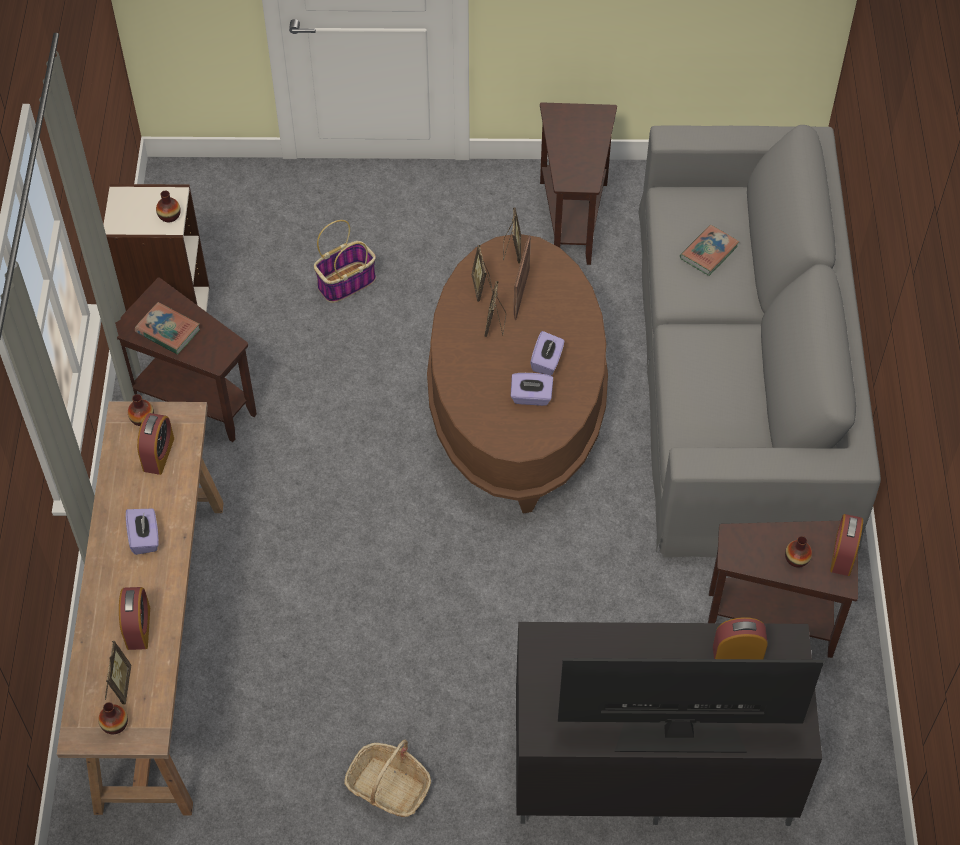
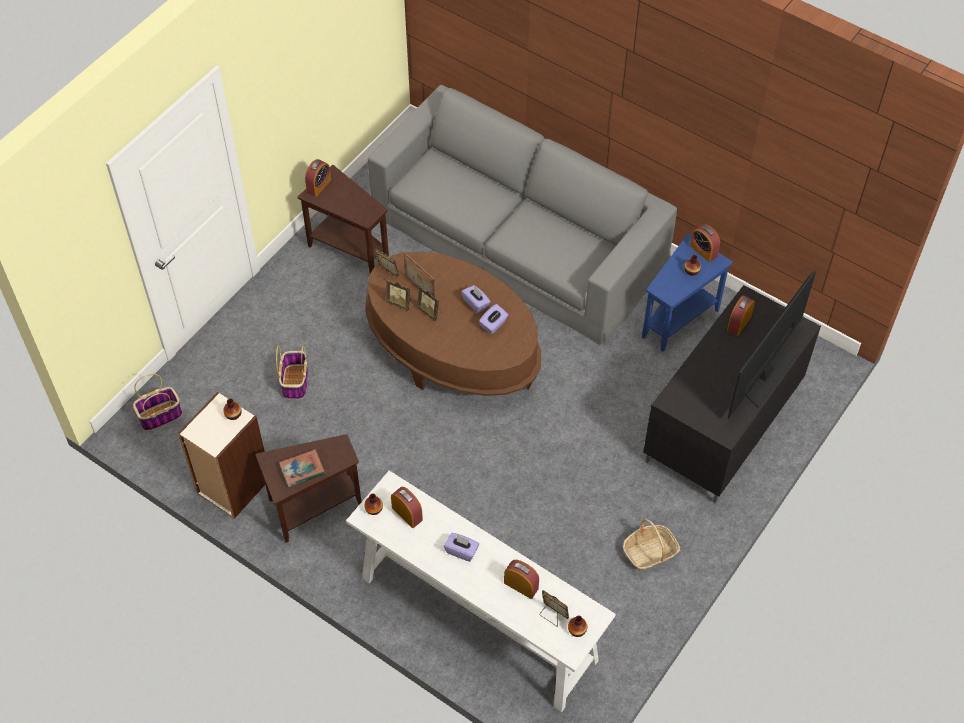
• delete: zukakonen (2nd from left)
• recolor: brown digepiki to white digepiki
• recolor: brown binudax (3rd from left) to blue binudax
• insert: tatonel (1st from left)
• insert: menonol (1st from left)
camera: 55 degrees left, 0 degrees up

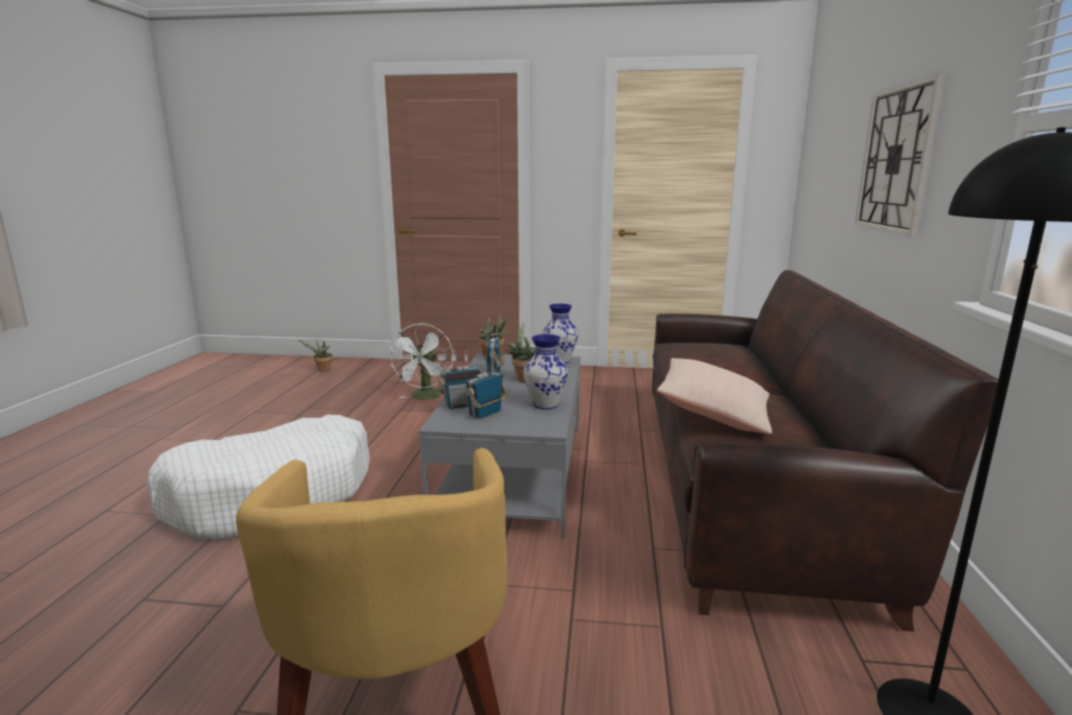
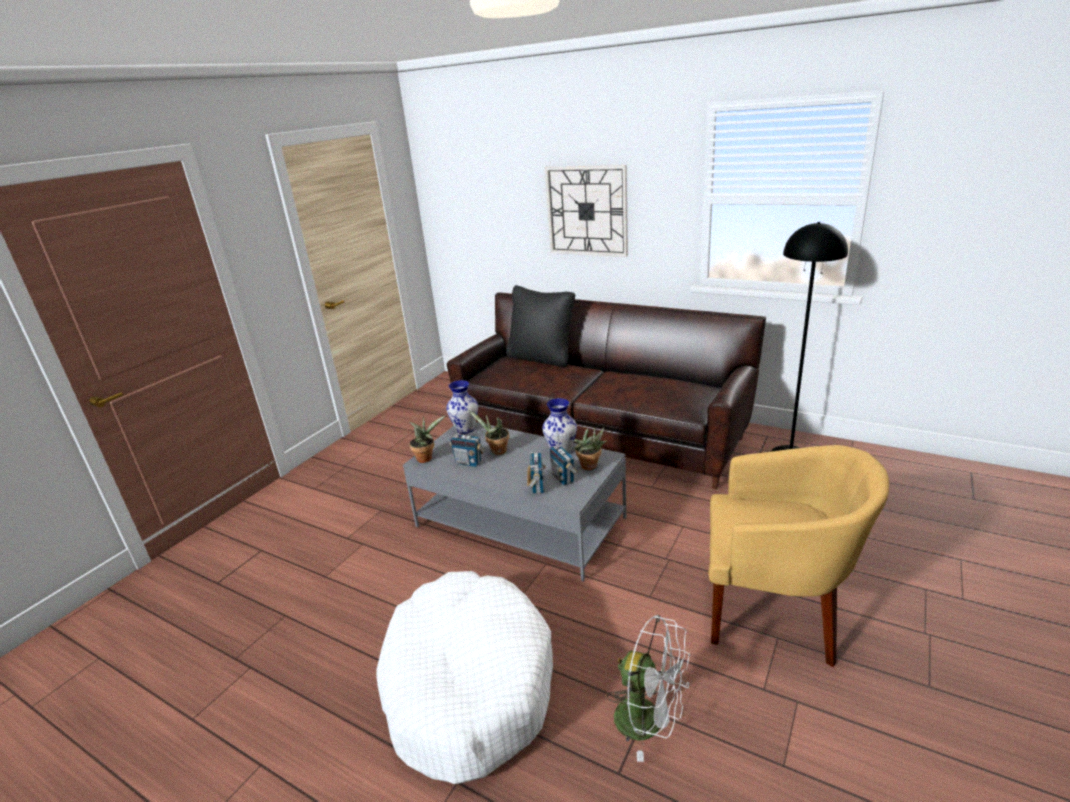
• move: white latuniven
• move: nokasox (1st from left in the first image) to nokasox (3rd from left)
• delete: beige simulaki
• insert: black simulaki
camera: 65 degrees left, 10 degrees up

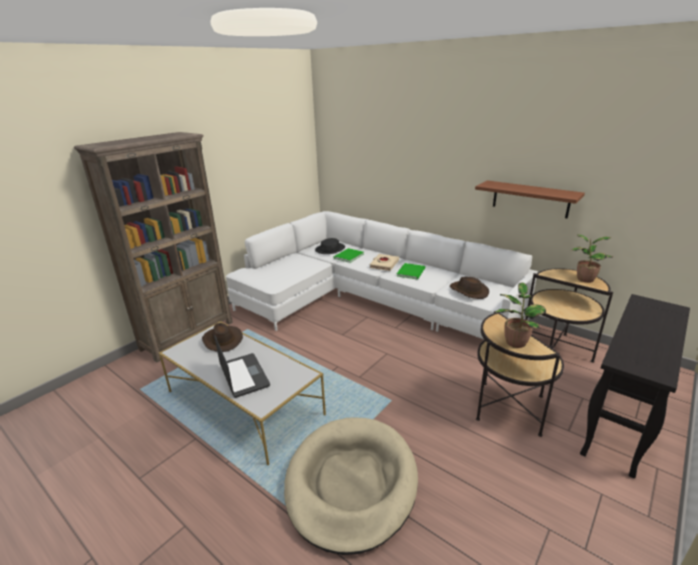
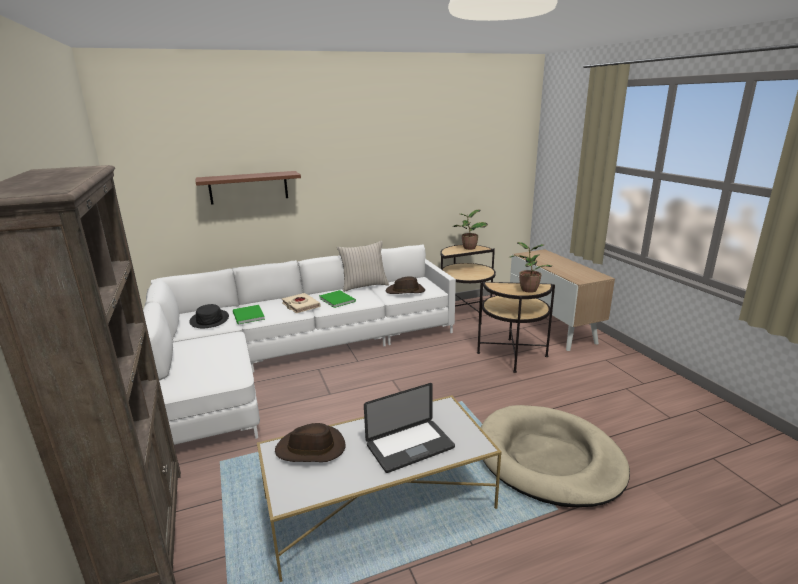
• move: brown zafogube
• replace: black digepiki to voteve
• rotate: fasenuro 150 degrees clockwise
• insert: beige simulaki
camera: 60 degrees left, 5 degrees down

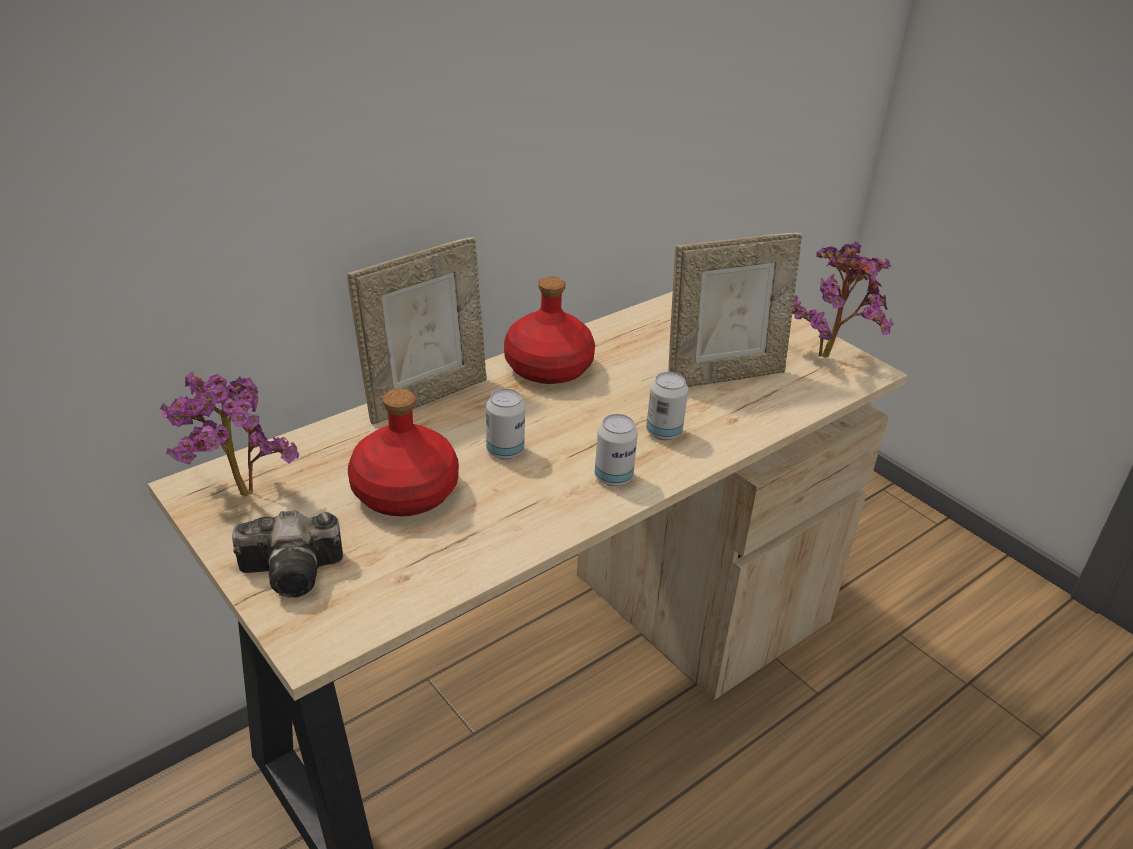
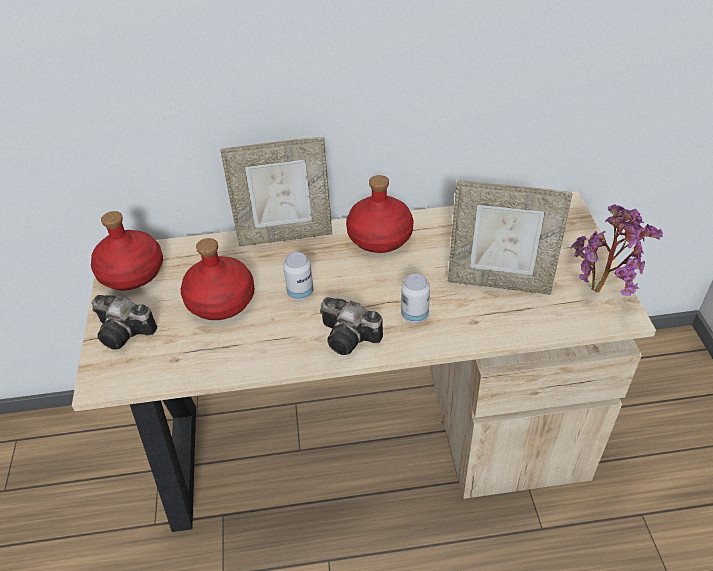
• replace: nokasox (1st from left) to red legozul (1st from left)
• replace: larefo (2nd from left) to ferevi (2nd from left)
camera: 35 degrees right, 10 degrees up

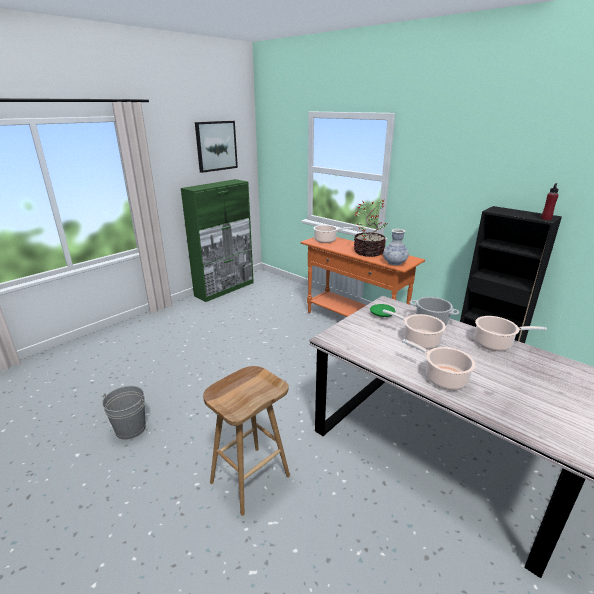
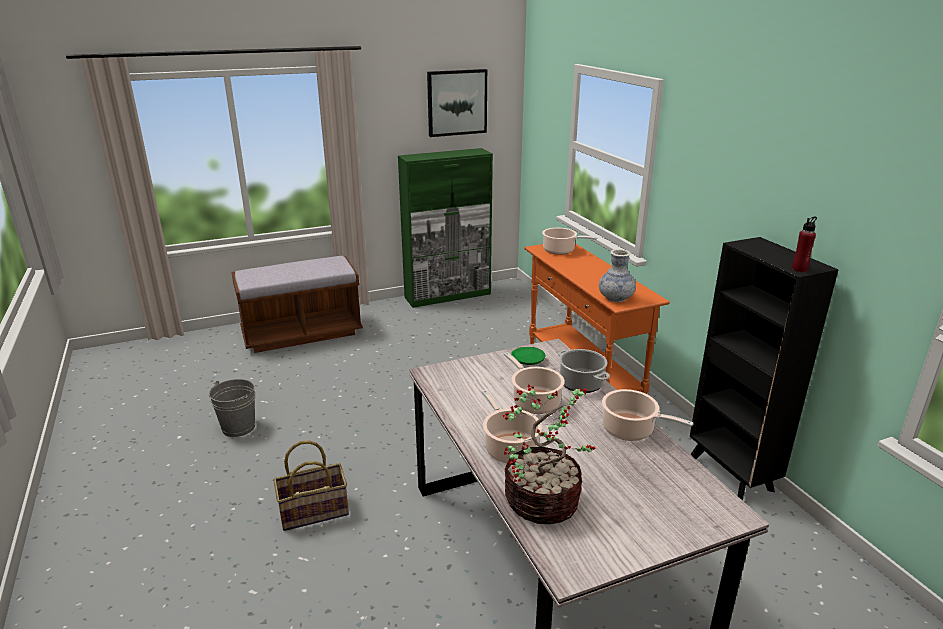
• move: nokasox
• replace: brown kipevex to menonol
• insert: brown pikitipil
camera: 25 degrees right, 0 degrees up

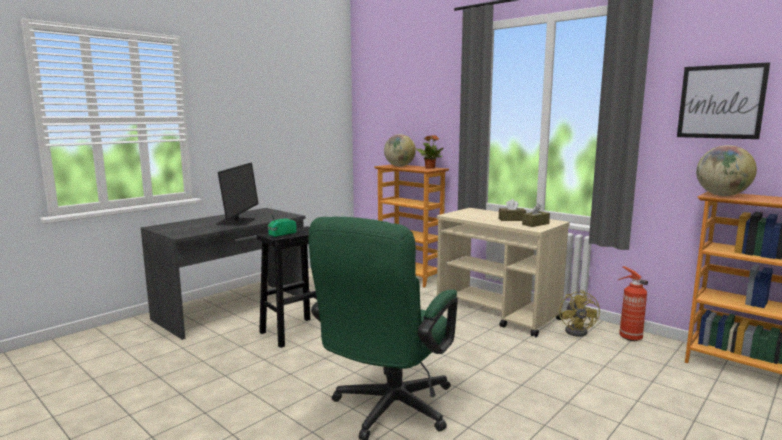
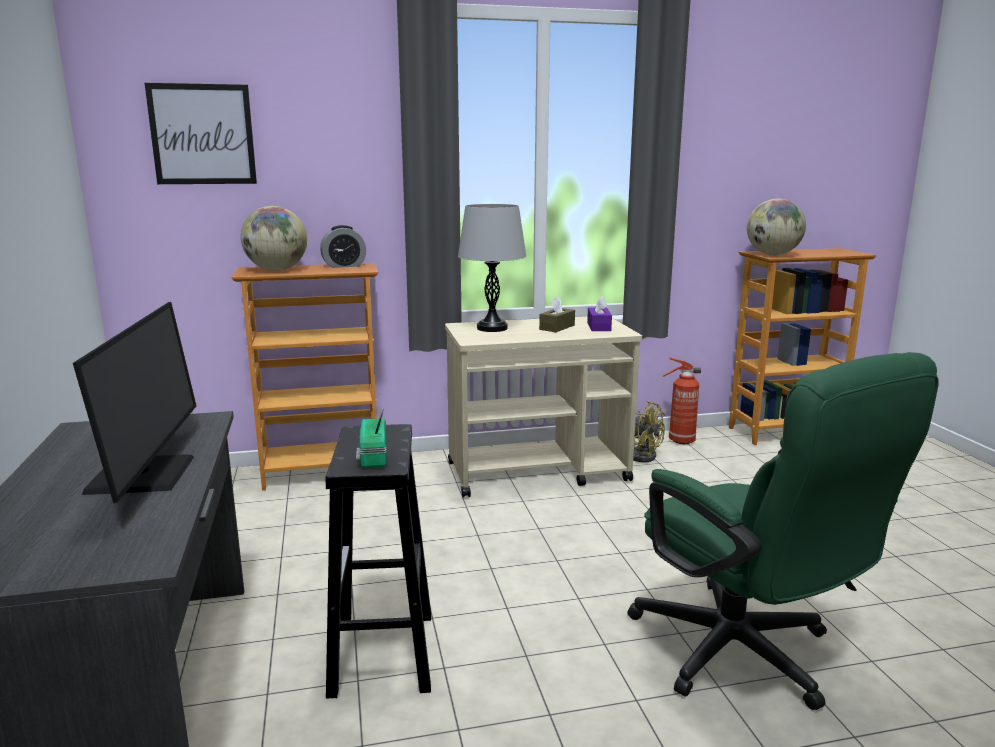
• move: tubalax
• replace: nokasox to tatonel
• rotate: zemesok 45 degrees clockwise
• recolor: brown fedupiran (2nd from left) to purple fedupiran
• insert: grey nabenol
camera: 55 degrees left, 5 degrees up

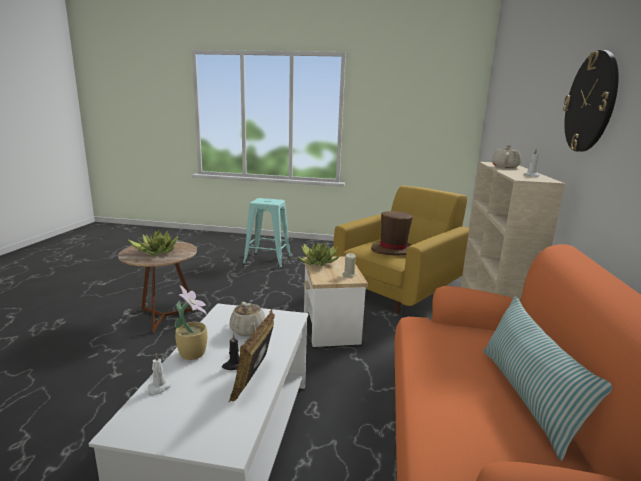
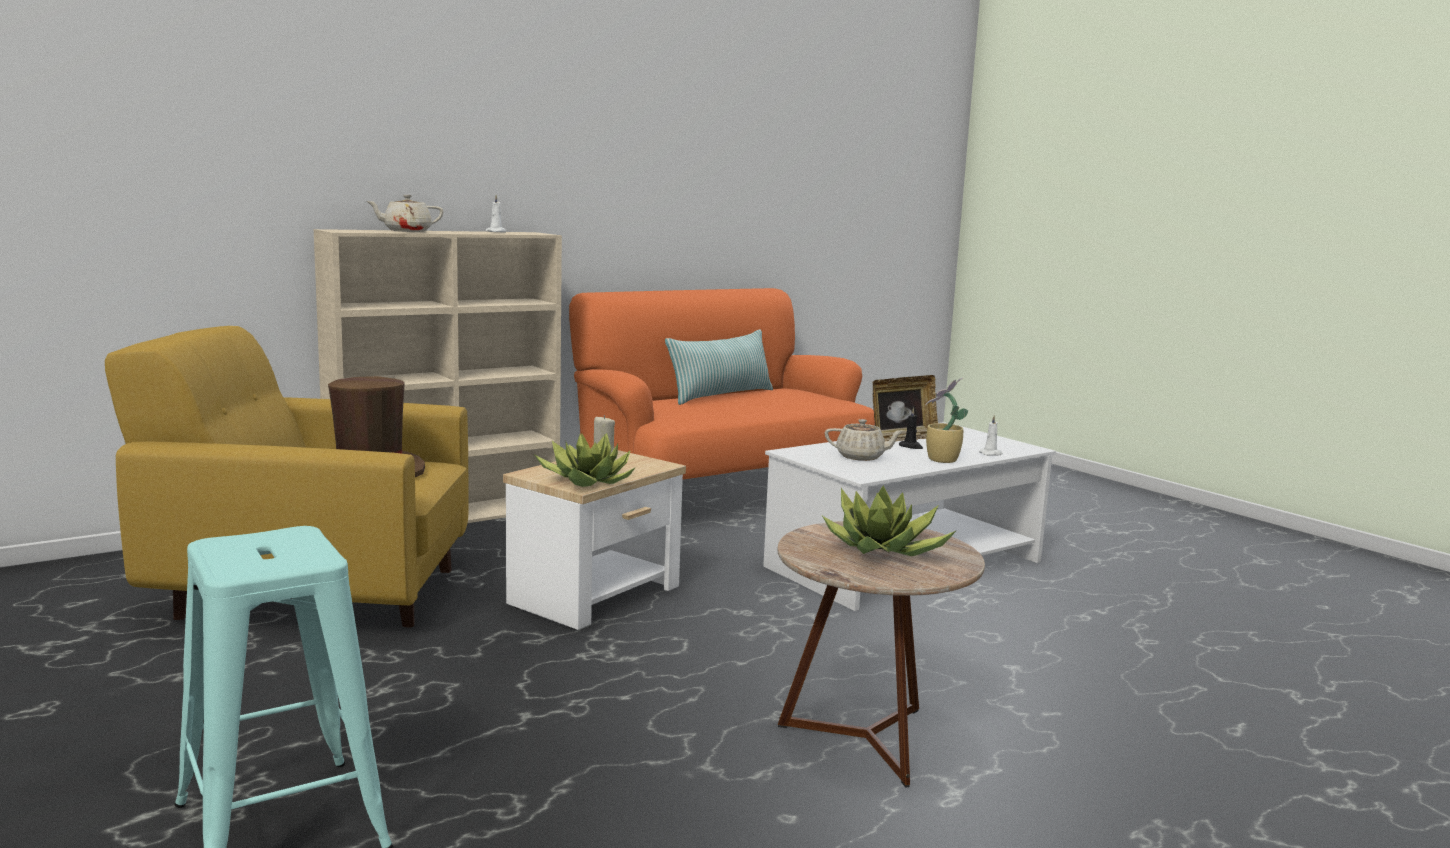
• delete: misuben
• rotate: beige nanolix (1st from left in the first image) 75 degrees clockwise
camera: 135 degrees left, 5 degrees down

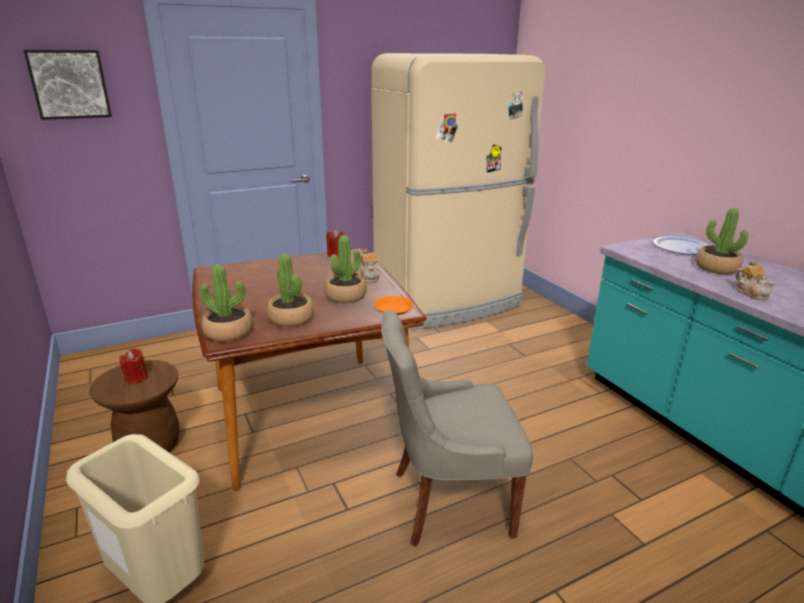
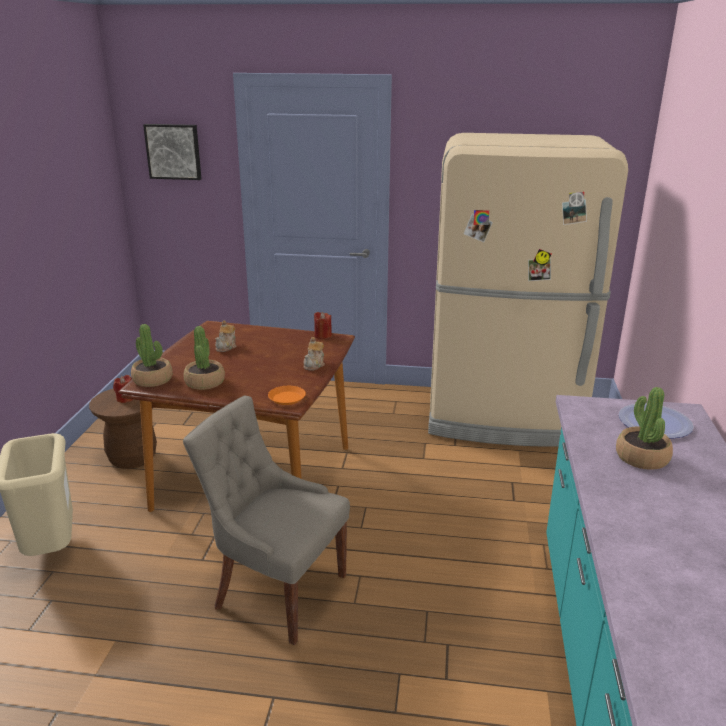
• delete: nokasox (3rd from left)
• move: nanolix (2nd from left in the first image) to nanolix (1st from left)
camera: 35 degrees right, 0 degrees up

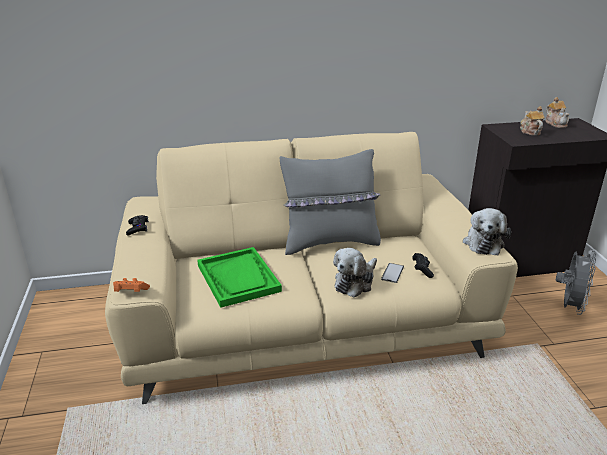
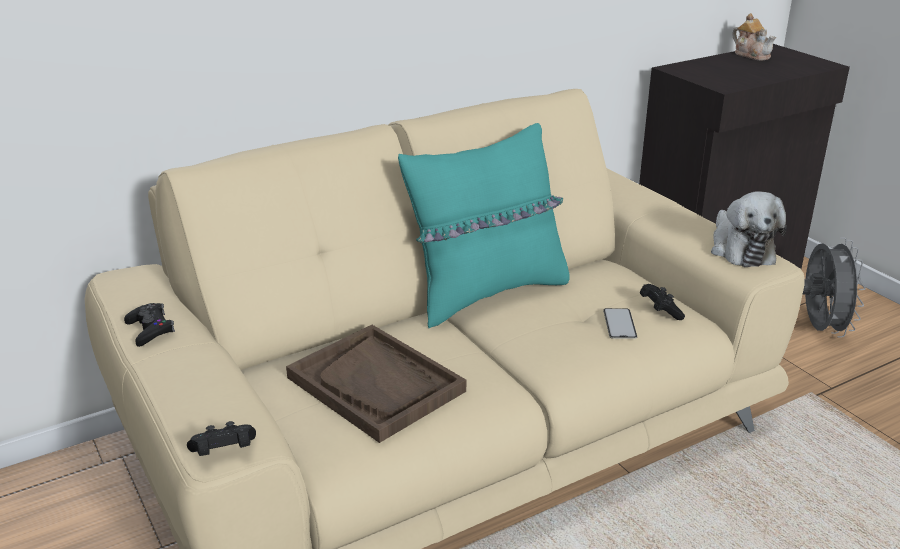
• delete: nanolix (1st from left)
• recolor: grey simulaki to turquoise simulaki
• recolor: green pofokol to brown pofokol
• delete: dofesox (1st from left)
• recolor: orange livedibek to black livedibek (2nd from left)
camera: 20 degrees left, 0 degrees up

